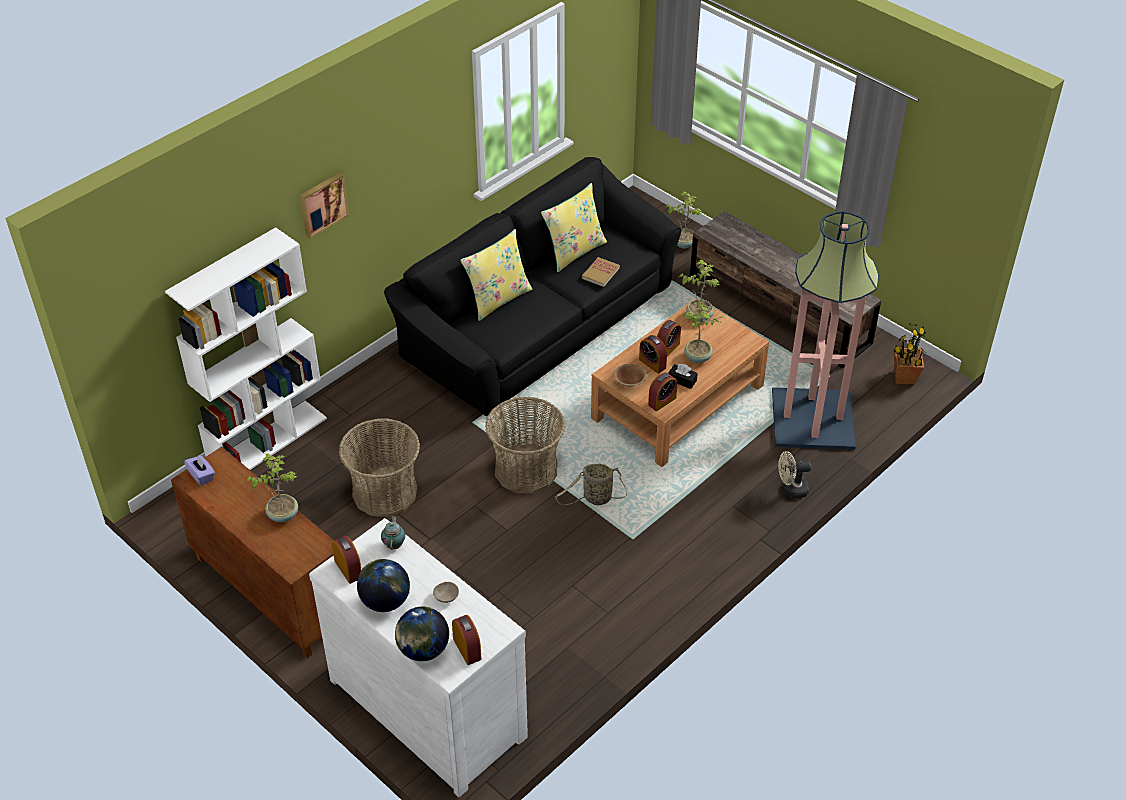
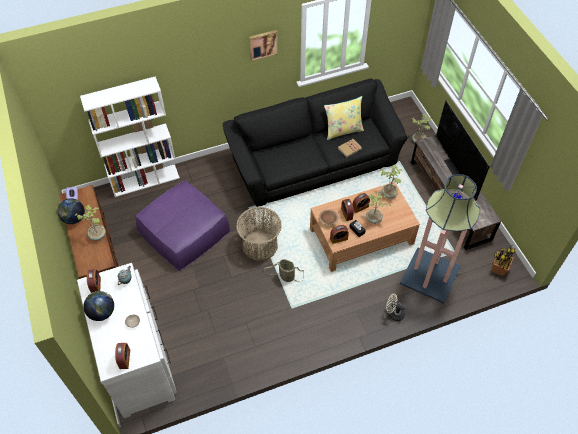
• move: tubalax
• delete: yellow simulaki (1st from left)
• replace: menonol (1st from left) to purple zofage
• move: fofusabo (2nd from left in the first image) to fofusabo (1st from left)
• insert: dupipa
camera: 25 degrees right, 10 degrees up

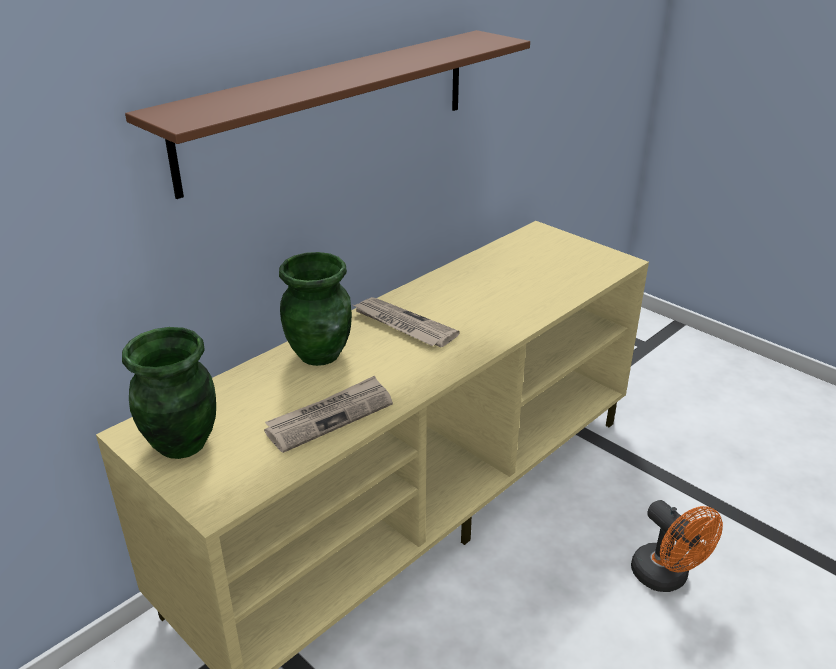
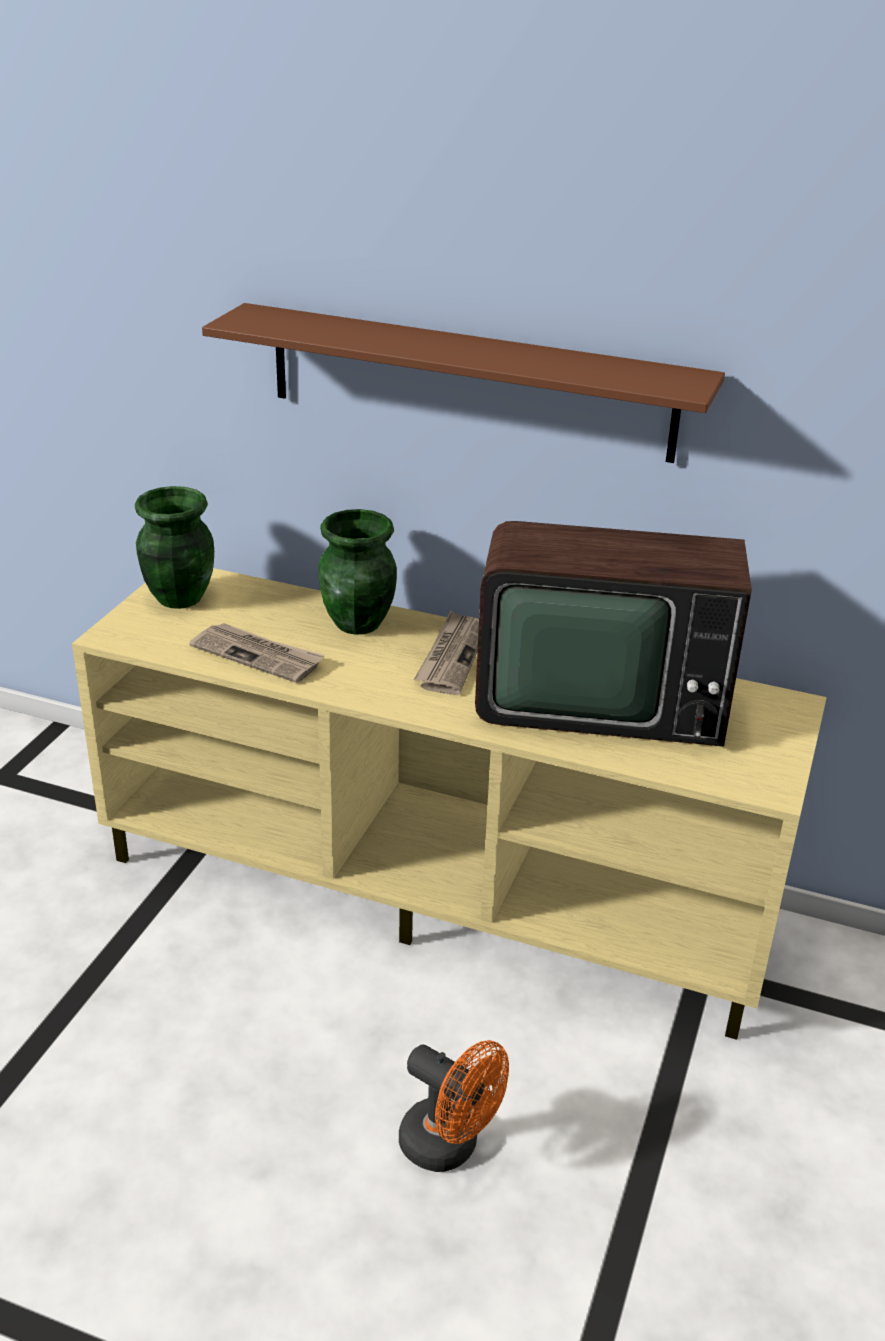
• rotate: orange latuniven 90 degrees counterclockwise
• insert: dupipa
camera: 65 degrees right, 0 degrees up

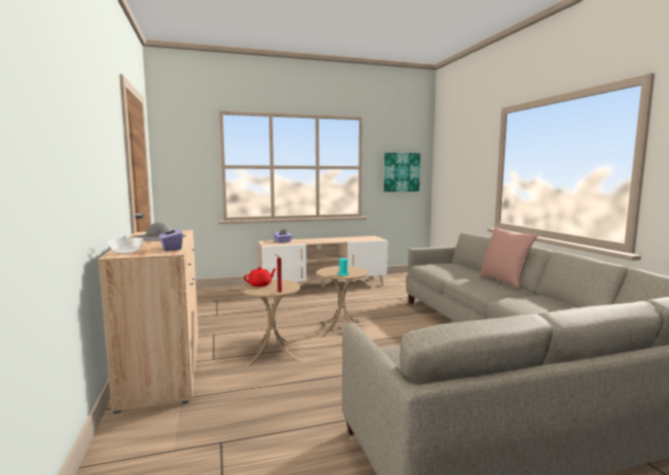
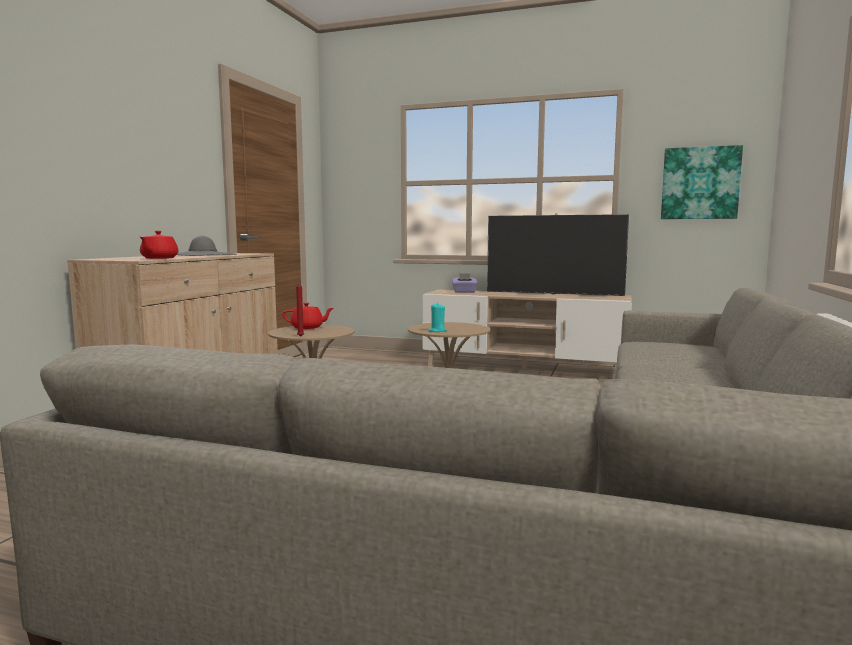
• replace: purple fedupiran (1st from left) to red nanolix (1st from left)
• delete: pink simulaki
• delete: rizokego
• insert: dupipa
camera: 35 degrees right, 0 degrees up

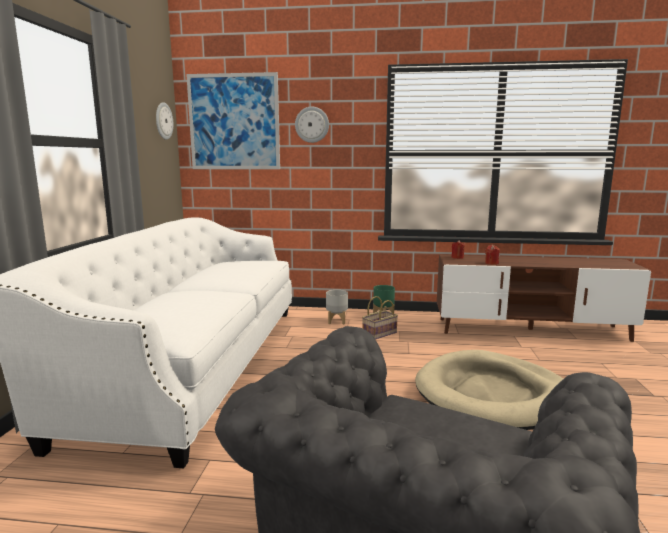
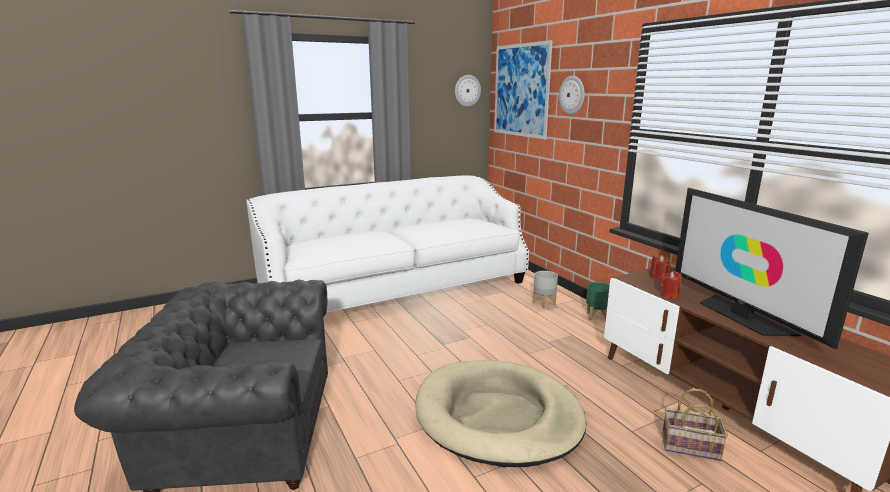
• move: menonol
• insert: dupipa
camera: 55 degrees right, 5 degrees up

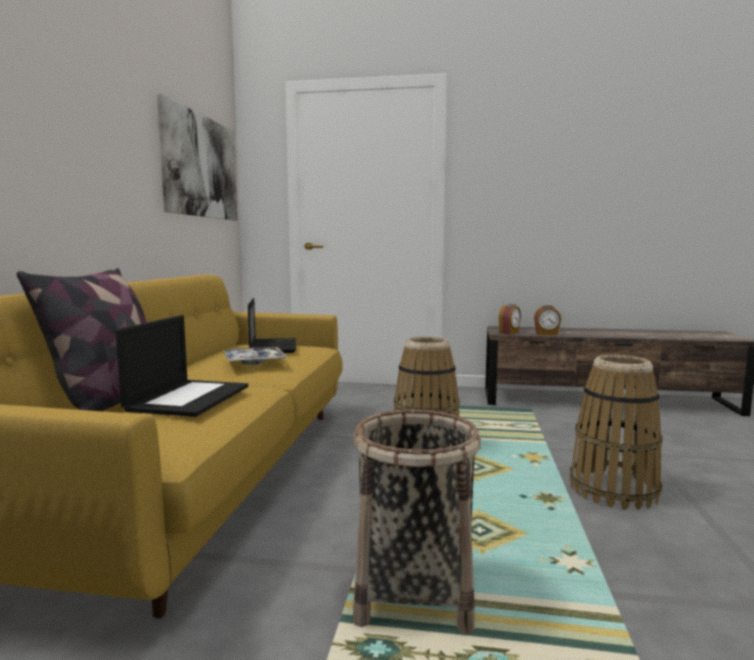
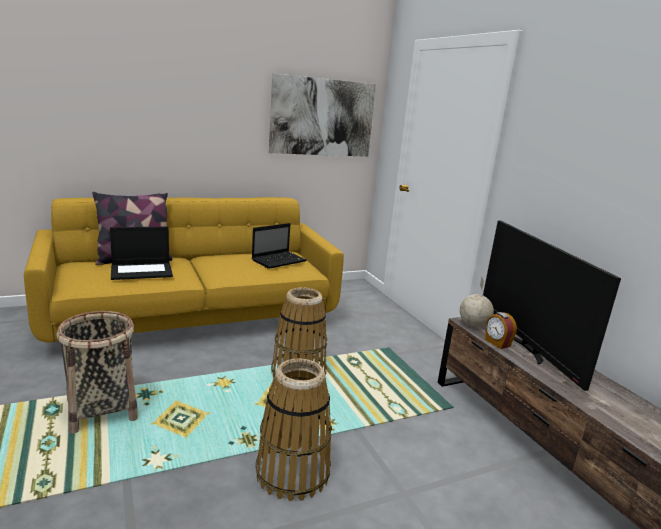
• replace: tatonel (1st from left) to fofusabo
• delete: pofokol
• insert: dupipa
camera: 55 degrees right, 10 degrees up

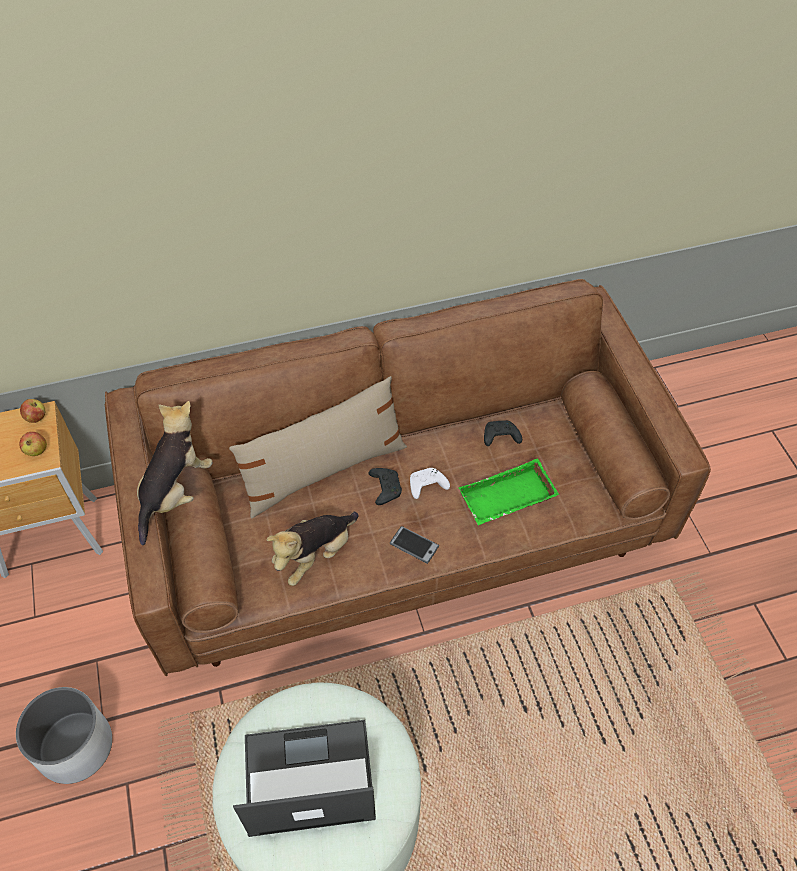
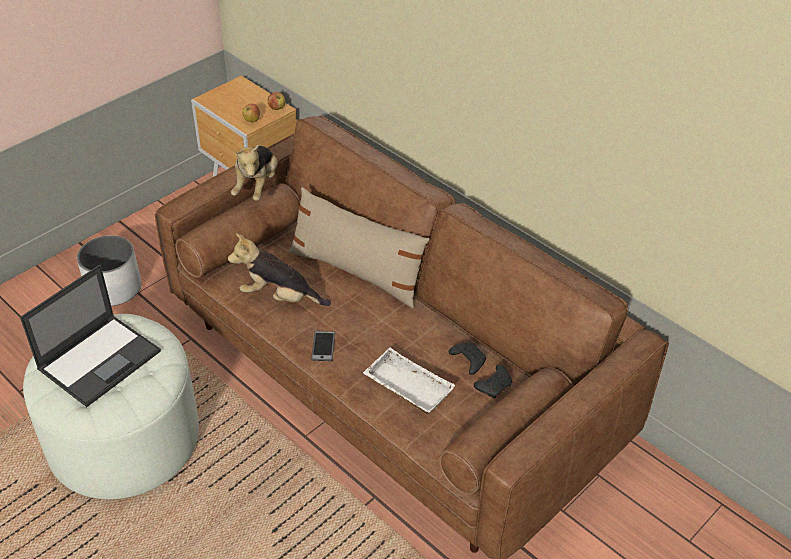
• rotate: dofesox (1st from left) 105 degrees clockwise
• recolor: green pofokol to white pofokol
• move: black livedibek (1st from left in the first image) to black livedibek (2nd from left)
• delete: white livedibek
• rotate: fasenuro 75 degrees clockwise
camera: 60 degrees right, 10 degrees down

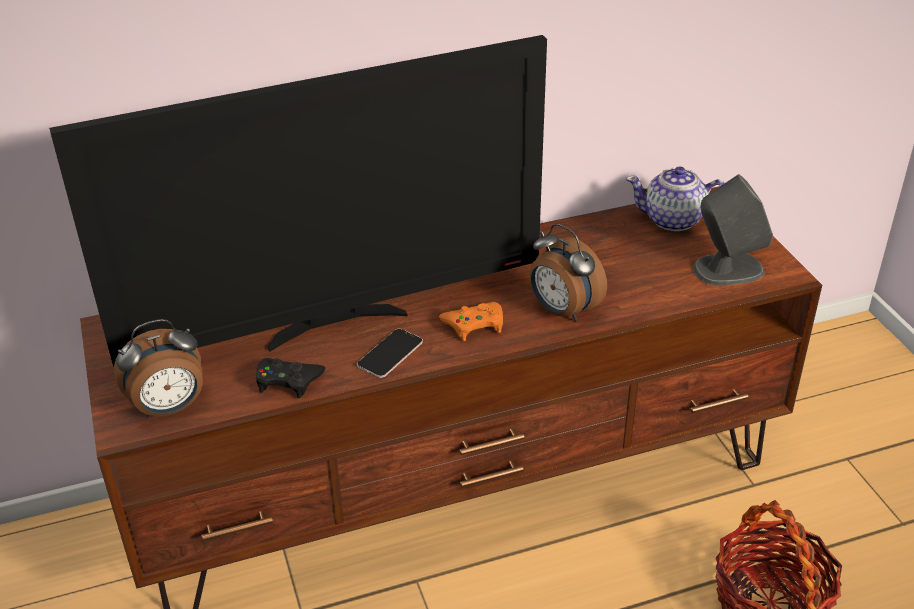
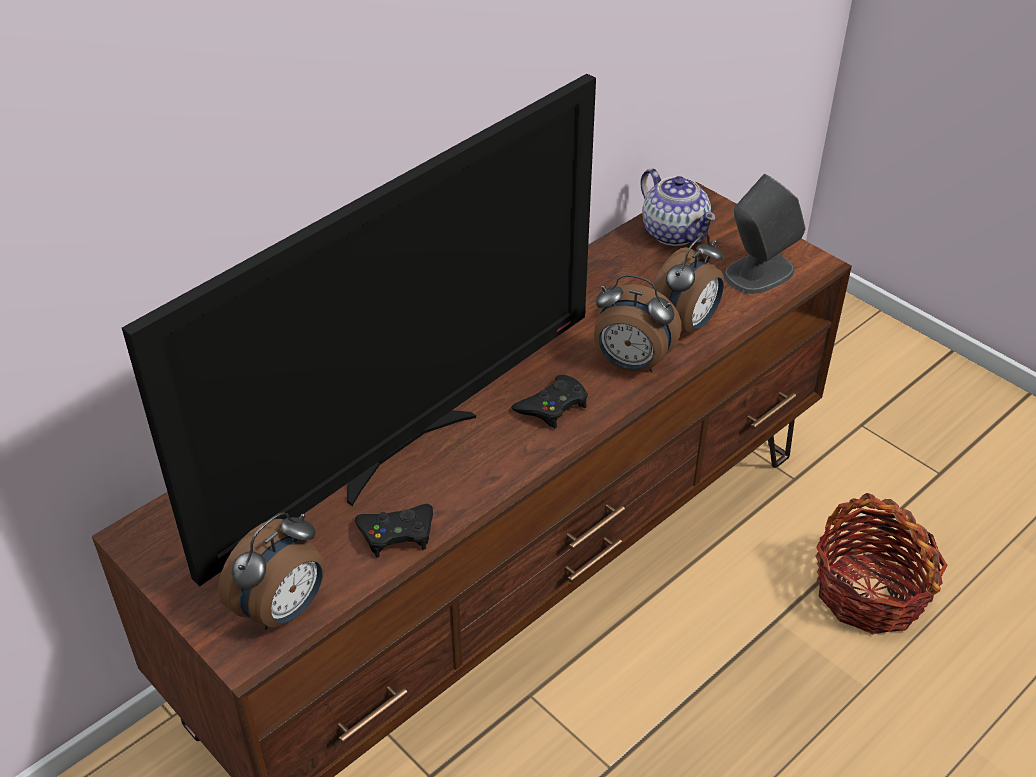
• rotate: nanolix 105 degrees counterclockwise
• recolor: orange livedibek to black livedibek (2nd from left)
• delete: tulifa
• insert: tatonel (3rd from left)
camera: 25 degrees left, 5 degrees up

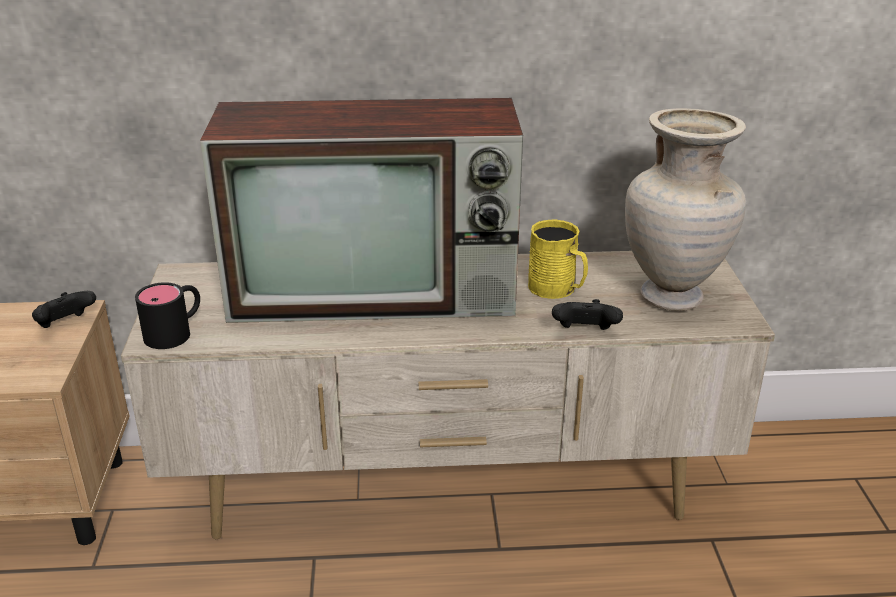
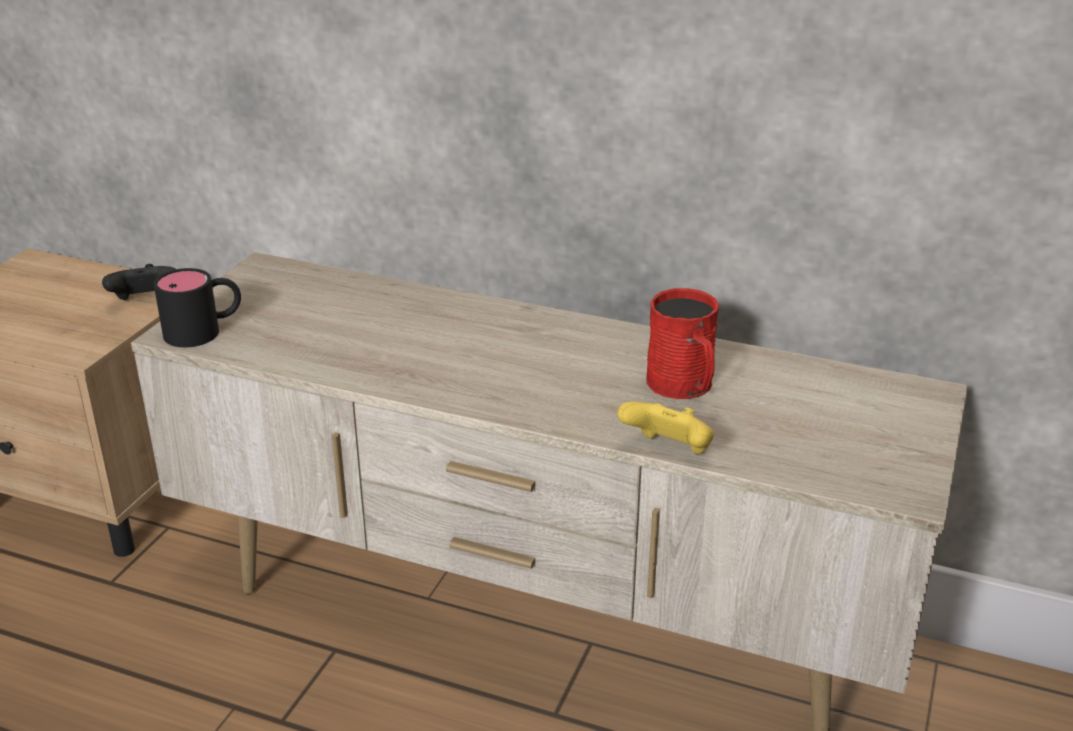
• delete: dupipa
• delete: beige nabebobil
• recolor: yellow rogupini to red rogupini
• recolor: black livedibek (2nd from left) to yellow livedibek
camera: 25 degrees right, 0 degrees up

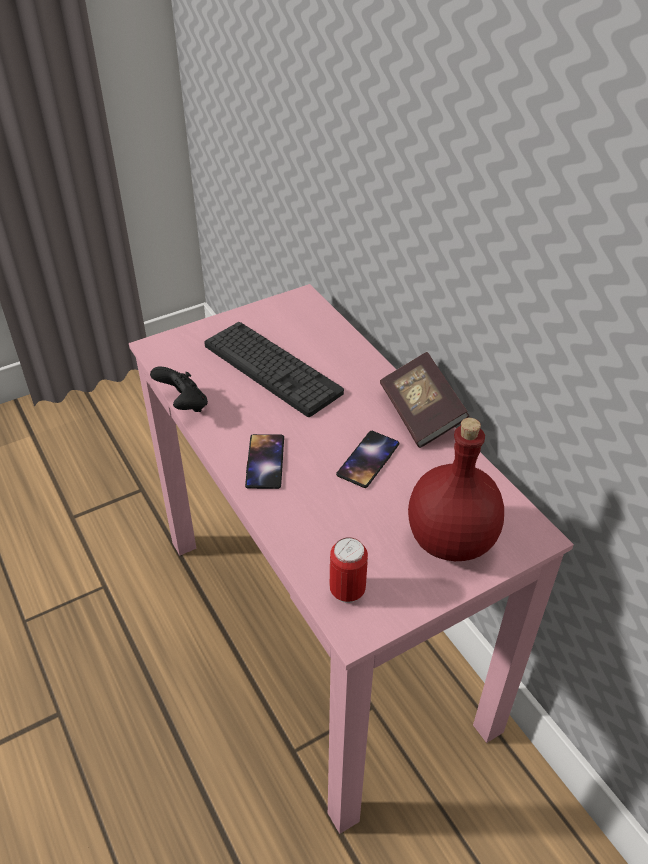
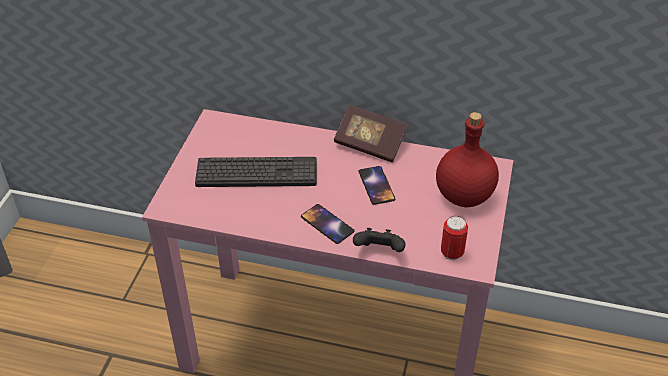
• move: black livedibek
camera: 45 degrees left, 0 degrees up

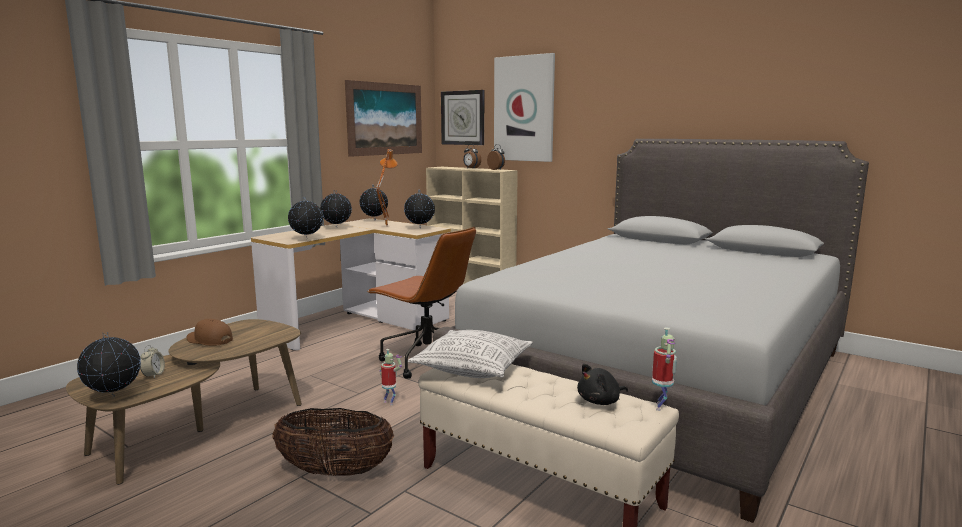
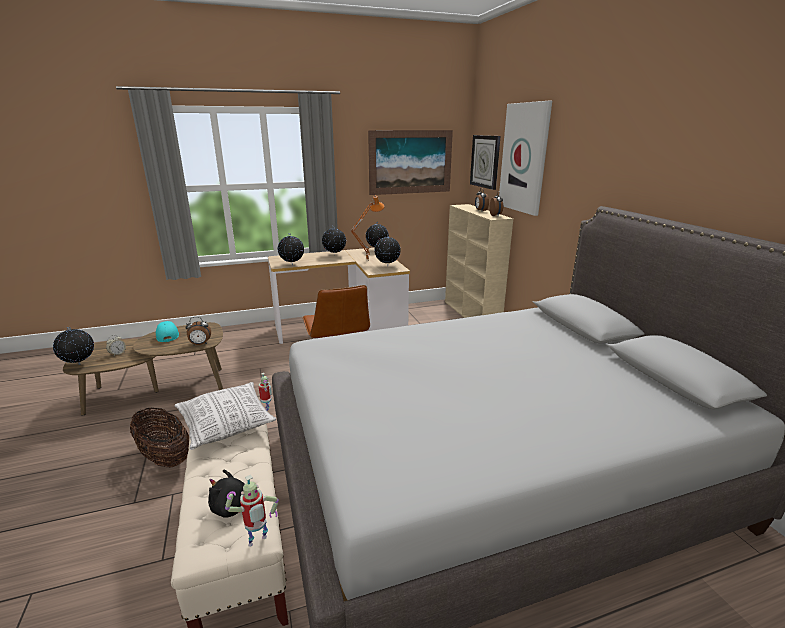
• recolor: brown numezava to turquoise numezava
• insert: tatonel (2nd from left)
camera: 35 degrees right, 10 degrees up

